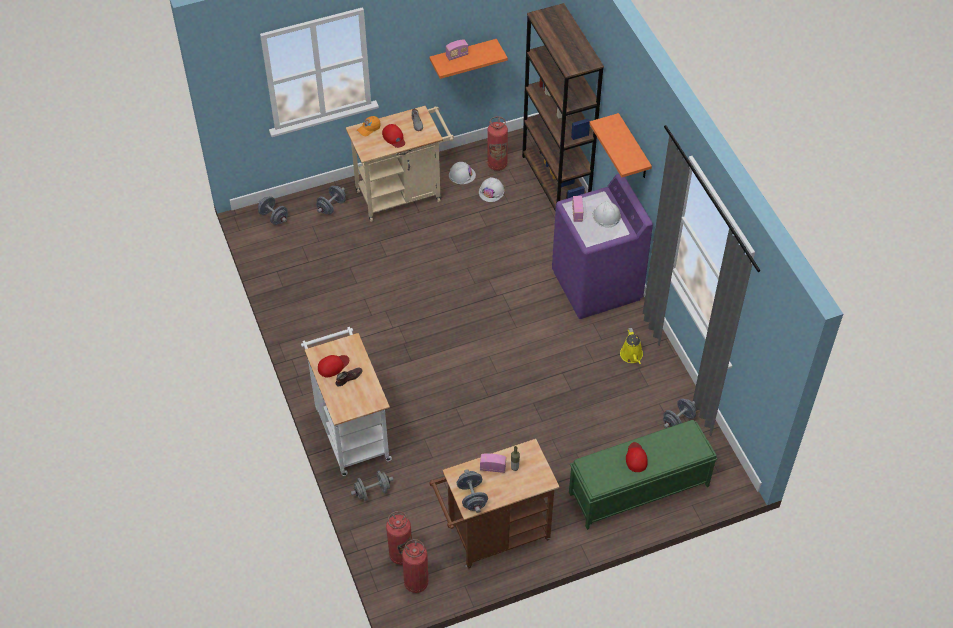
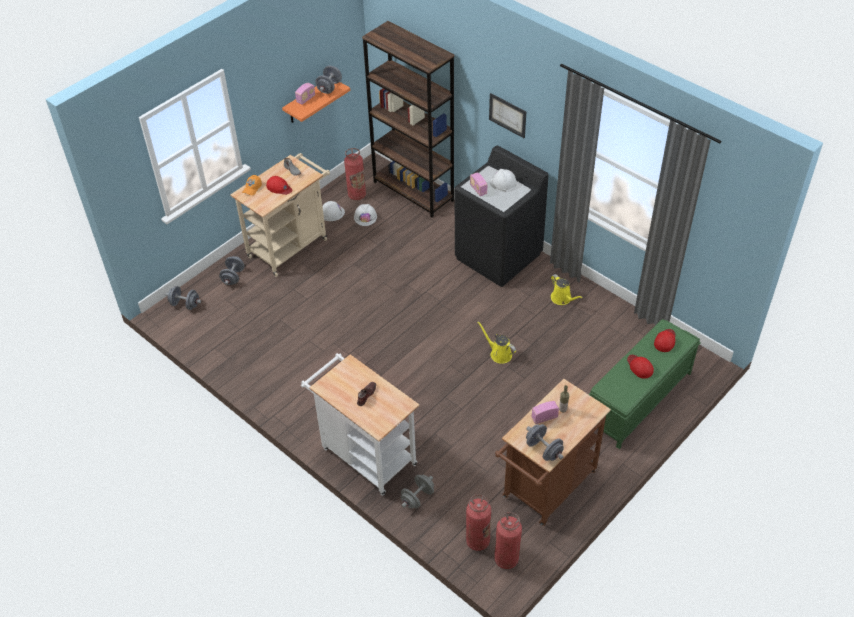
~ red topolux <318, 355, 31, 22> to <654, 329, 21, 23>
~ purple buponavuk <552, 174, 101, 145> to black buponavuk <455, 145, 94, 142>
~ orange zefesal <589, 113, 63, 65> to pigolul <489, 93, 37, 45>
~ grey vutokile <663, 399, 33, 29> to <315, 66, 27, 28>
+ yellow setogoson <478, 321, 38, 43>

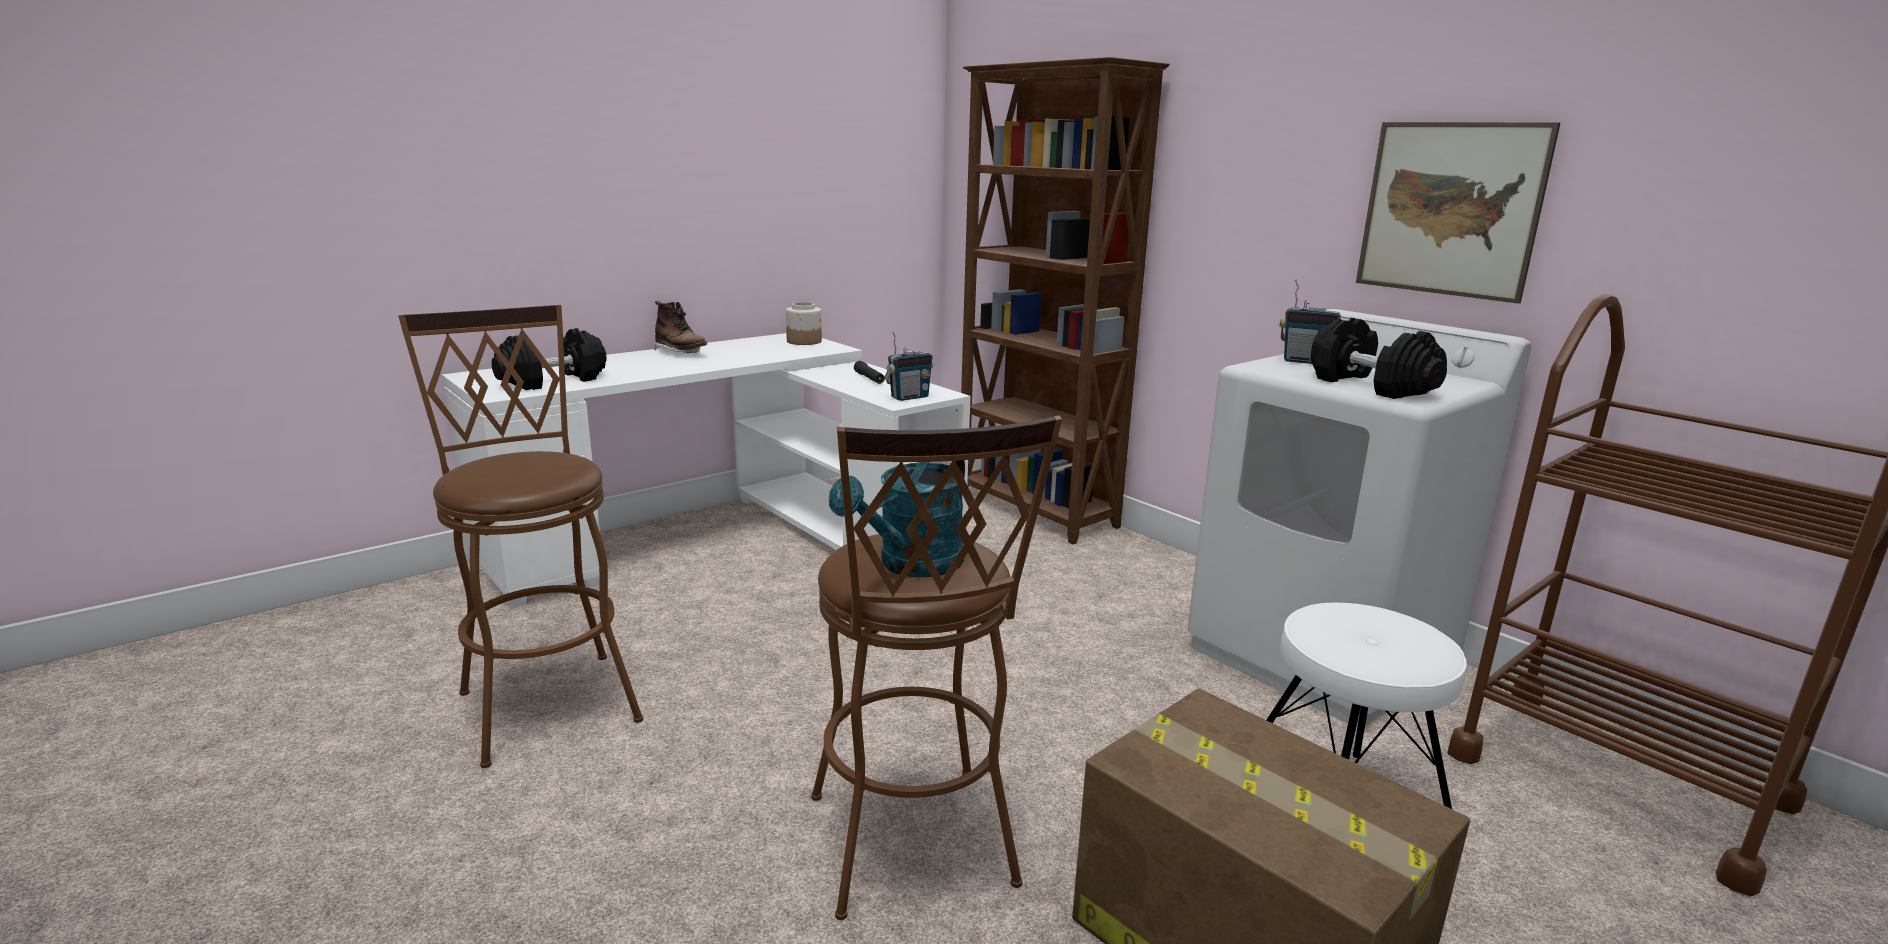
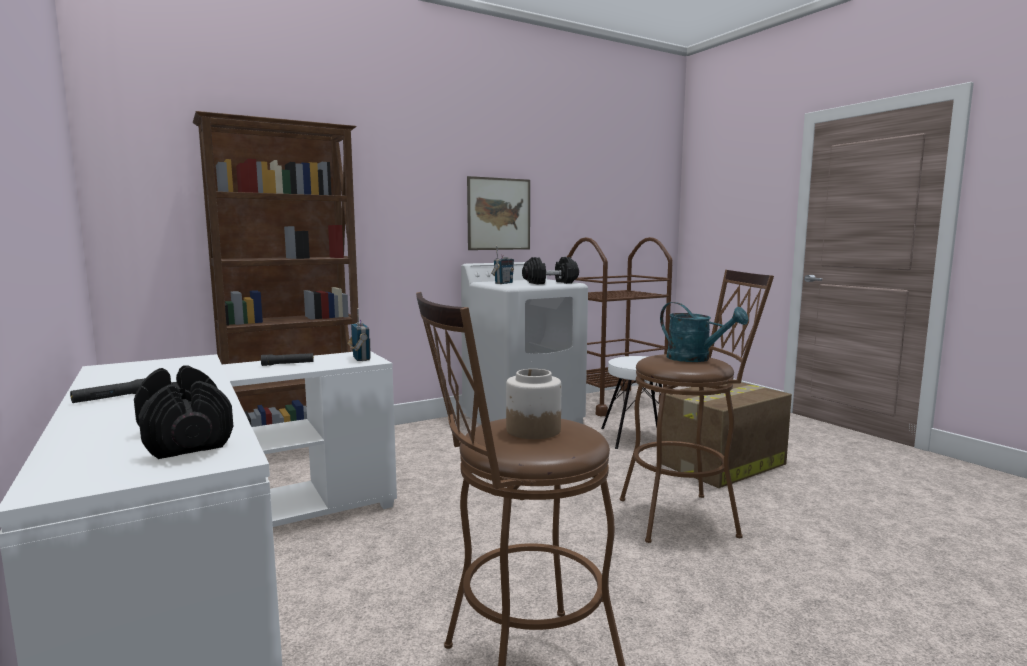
~ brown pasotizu <654, 301, 53, 53> to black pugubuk <70, 378, 76, 25>
~ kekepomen <786, 302, 36, 43> to <506, 369, 55, 70>

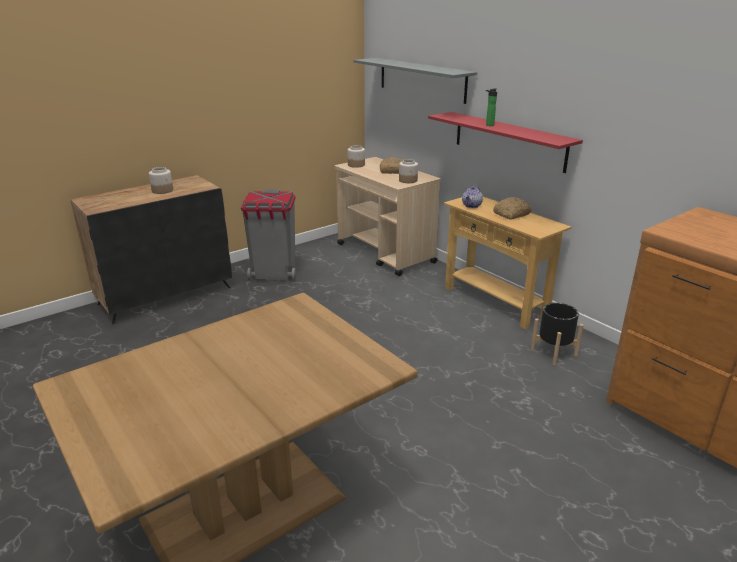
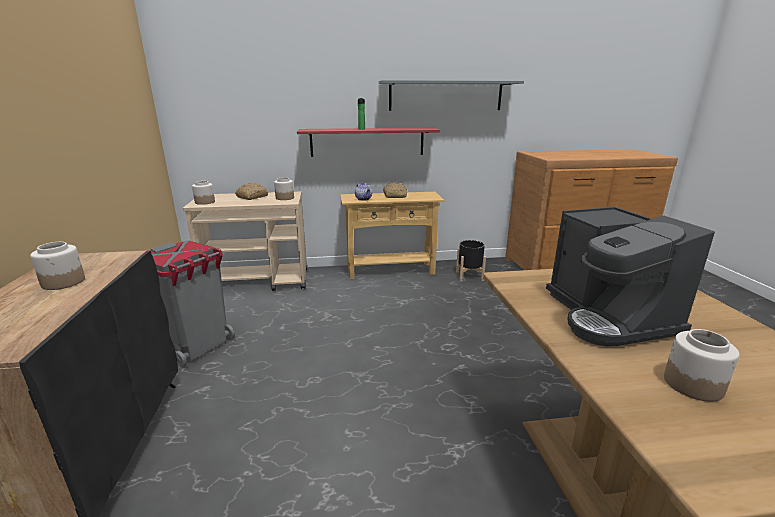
~ grey zefesal <354, 58, 123, 46> to <379, 80, 145, 31>
+ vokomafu <546, 207, 169, 139>
+ kekepomen <664, 329, 75, 73>

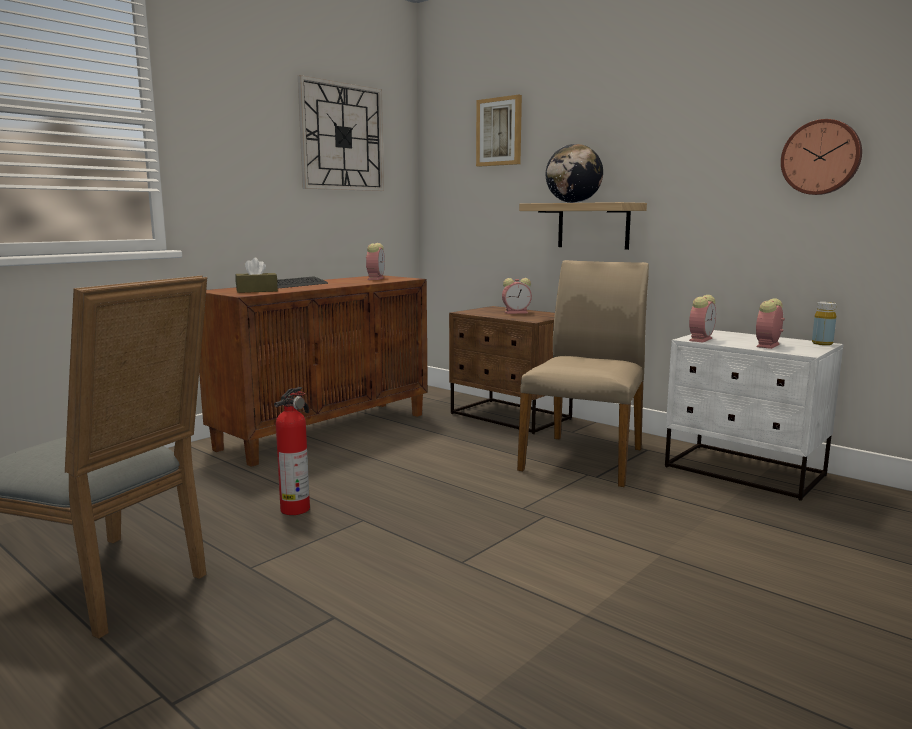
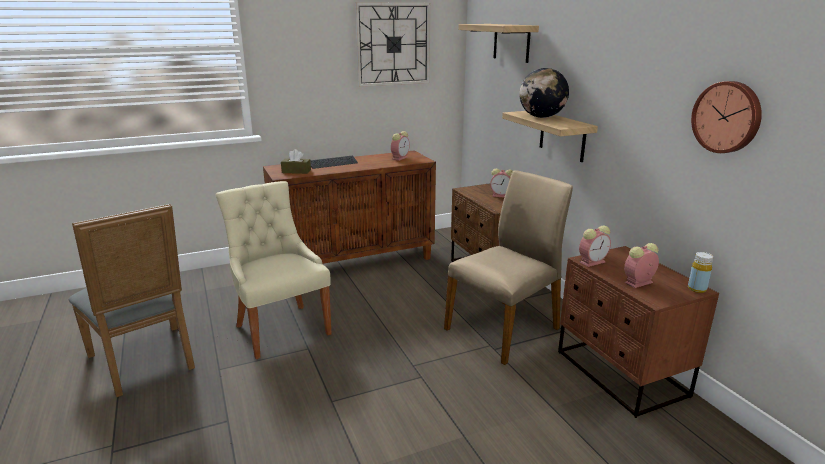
~ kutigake <274, 387, 36, 128> to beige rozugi <215, 181, 117, 178>
~ pigolul <476, 94, 46, 73> to zefesal <458, 24, 81, 39>
~ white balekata <665, 330, 178, 171> to brown balekata <558, 246, 161, 172>

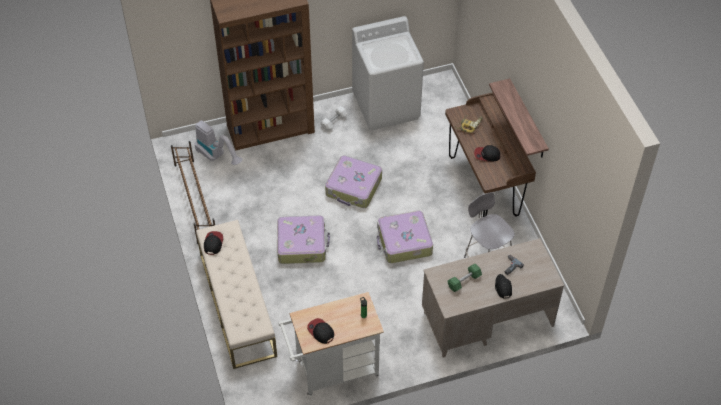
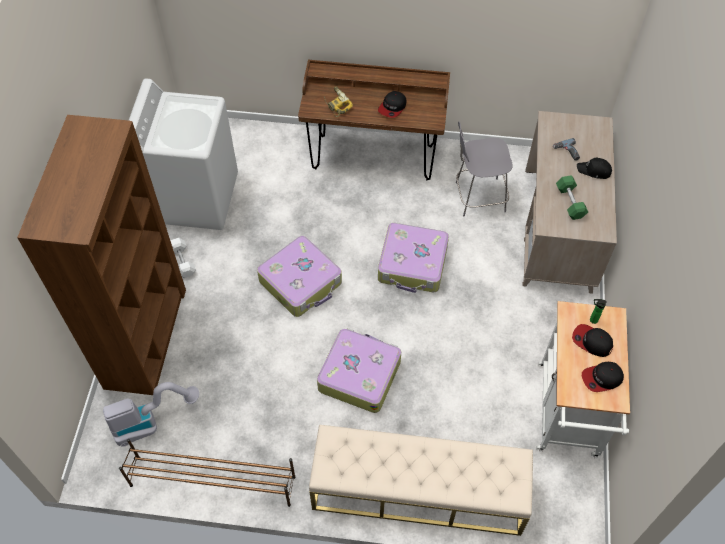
~ topolux <204, 231, 19, 24> to <572, 324, 41, 33>
- zefesal <489, 78, 60, 79>

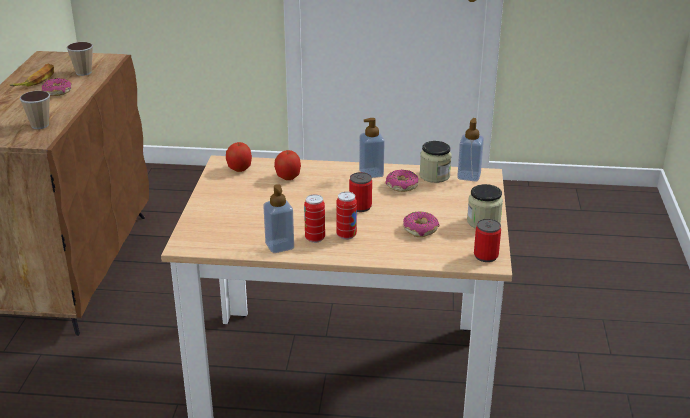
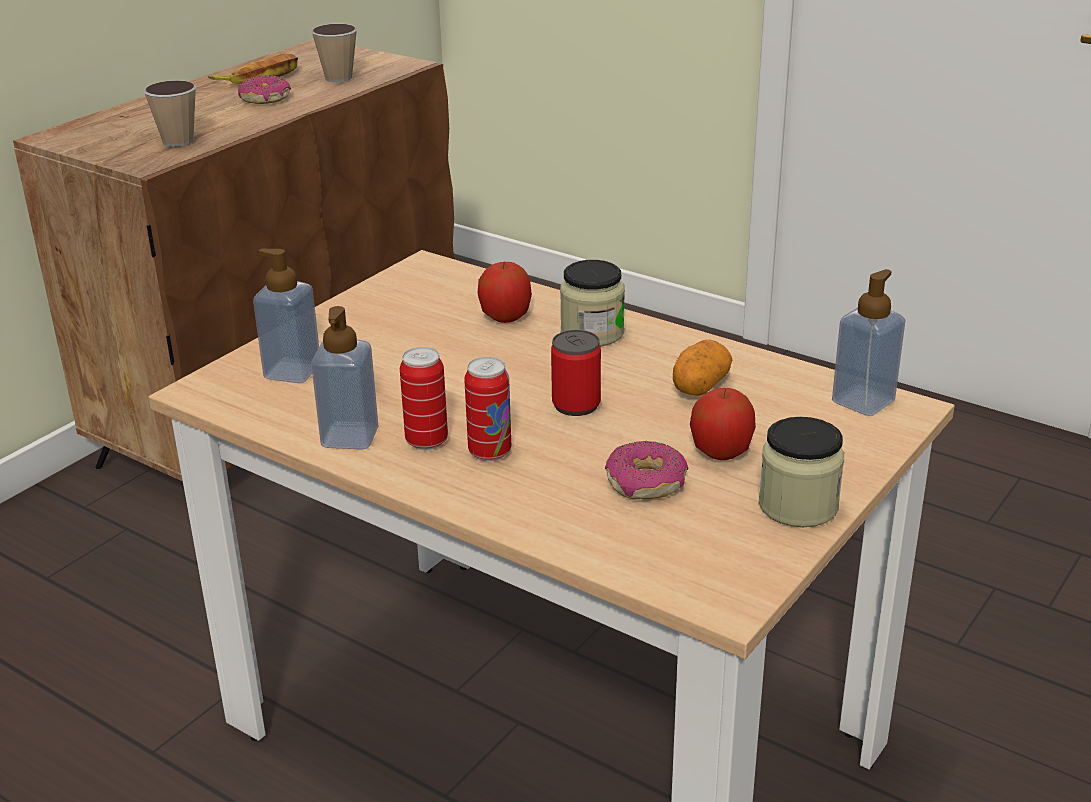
~ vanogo <226, 142, 26, 30> to <690, 388, 66, 72>
~ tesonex <359, 118, 26, 60> to <253, 249, 66, 134>
~ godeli <386, 170, 32, 22> to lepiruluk <673, 339, 59, 57>
~ kekepomen <420, 141, 32, 42> to <560, 260, 65, 86>
- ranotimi <474, 219, 27, 43>

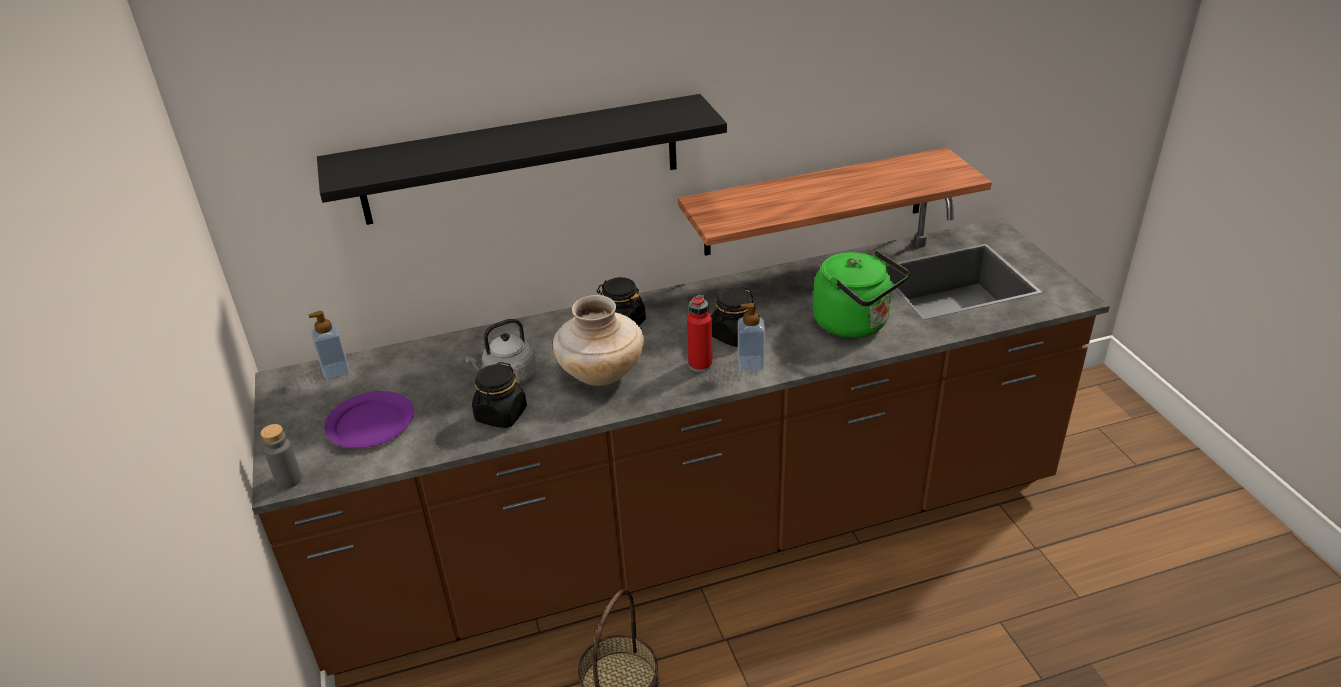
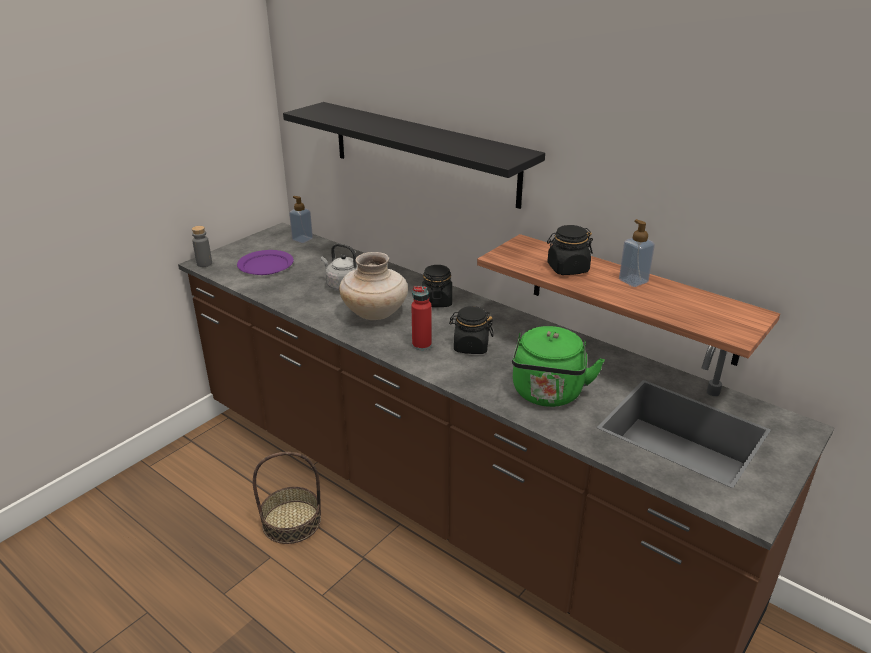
~ black kekepomen <472, 362, 55, 66> to <547, 225, 46, 50>
~ tesonex <738, 303, 27, 68> to <619, 219, 36, 68>

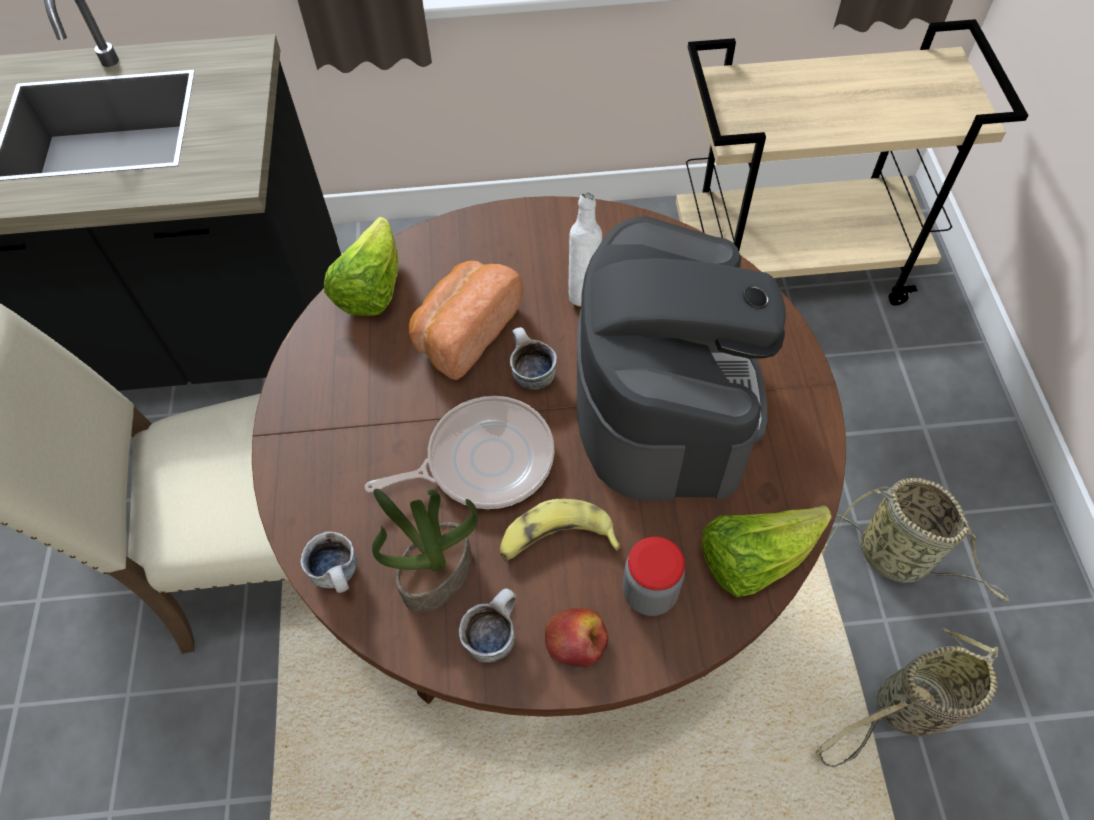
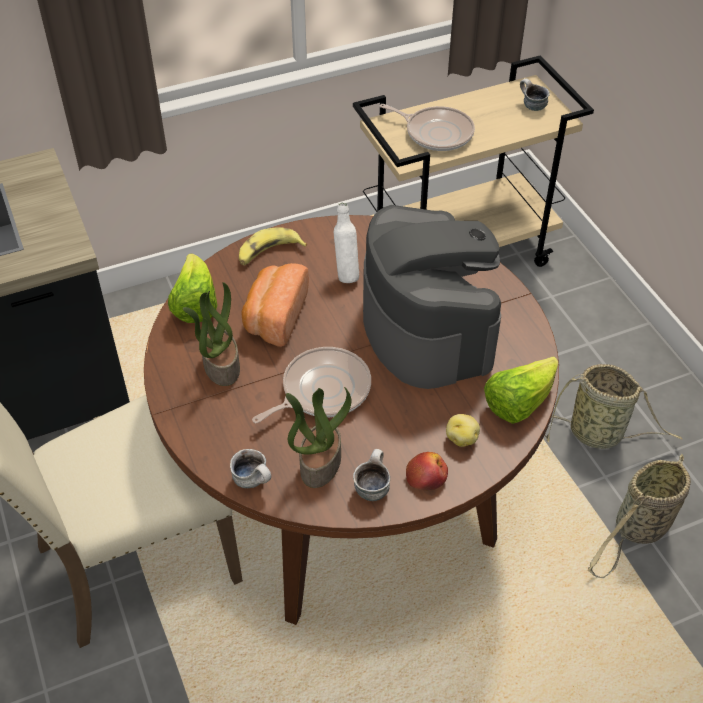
~ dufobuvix <500, 499, 121, 62> to <239, 227, 68, 38>
~ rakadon <510, 327, 47, 63> to <520, 79, 30, 32>
~ kekepomen <623, 537, 62, 79> to lepiruluk <446, 414, 34, 33>
+ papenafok <183, 282, 57, 104>
+ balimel <380, 104, 95, 47>

